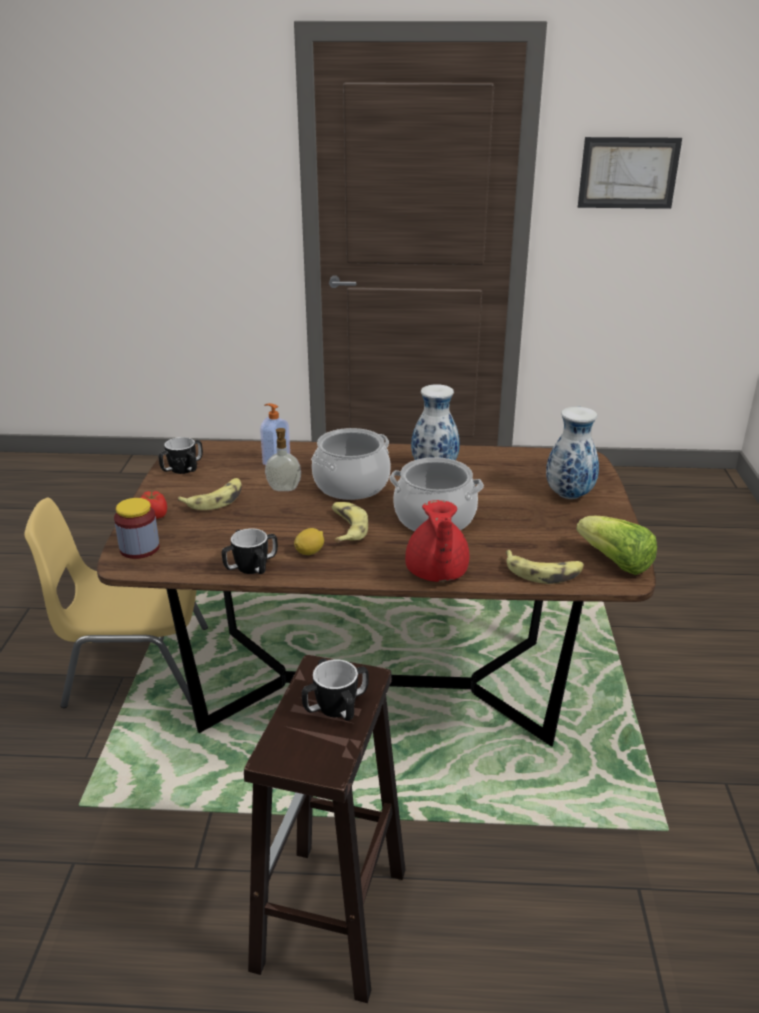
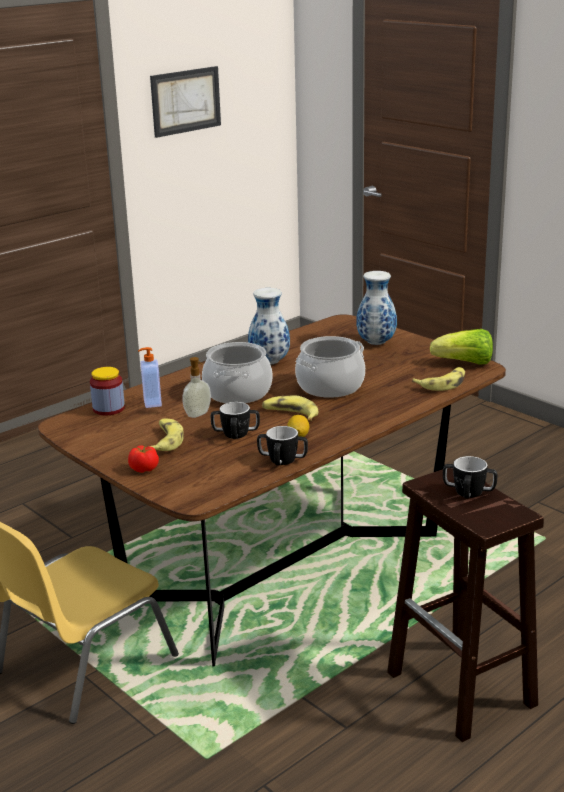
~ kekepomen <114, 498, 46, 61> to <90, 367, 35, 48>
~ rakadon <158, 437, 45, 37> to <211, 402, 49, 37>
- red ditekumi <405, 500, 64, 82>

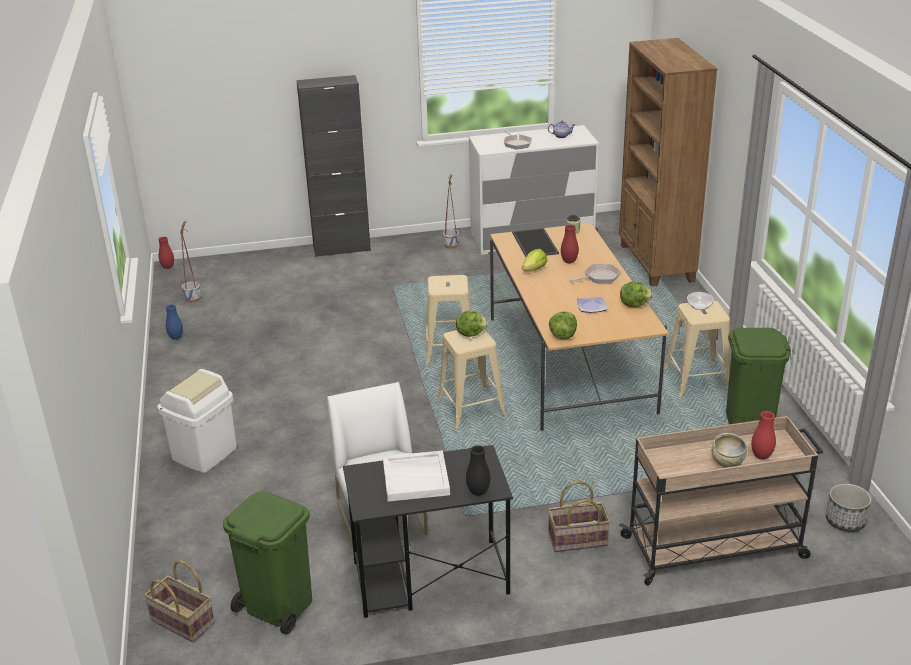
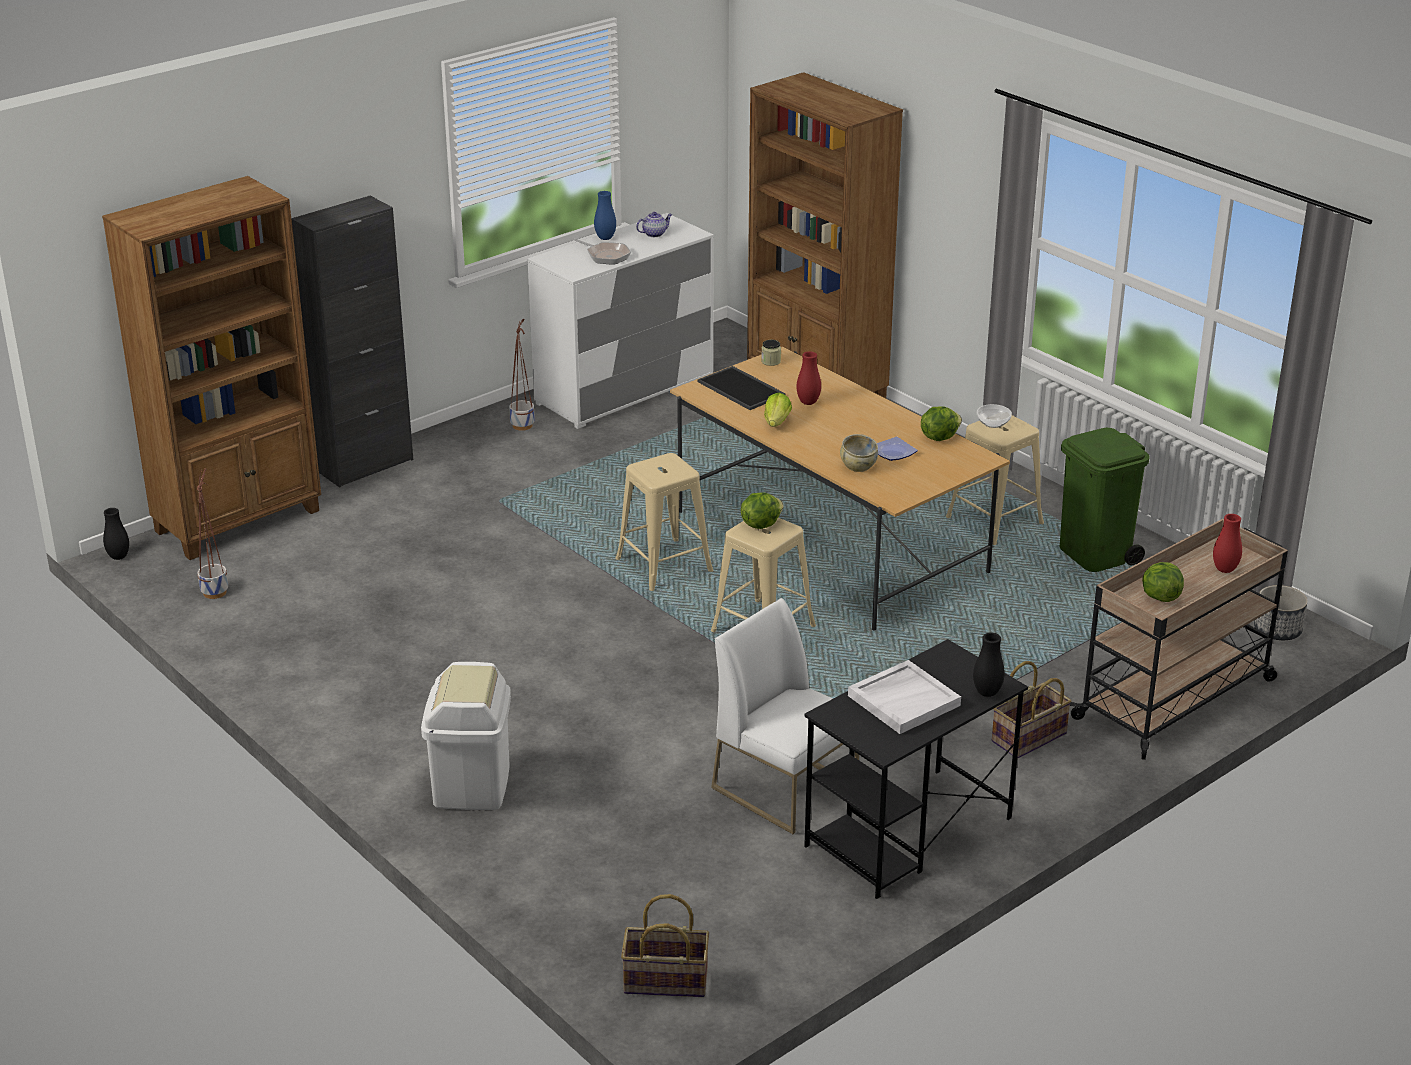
~ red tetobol <158, 237, 16, 32> to black tetobol <103, 508, 26, 52>
~ blue tetobol <166, 304, 17, 36> to <594, 191, 22, 49>
- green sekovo <223, 492, 89, 143>
~ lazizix <549, 312, 28, 27> to <1142, 562, 42, 40>
- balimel <569, 264, 52, 19>
~ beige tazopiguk <711, 433, 36, 35> to <840, 434, 38, 38>
+ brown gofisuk <102, 176, 219, 384>

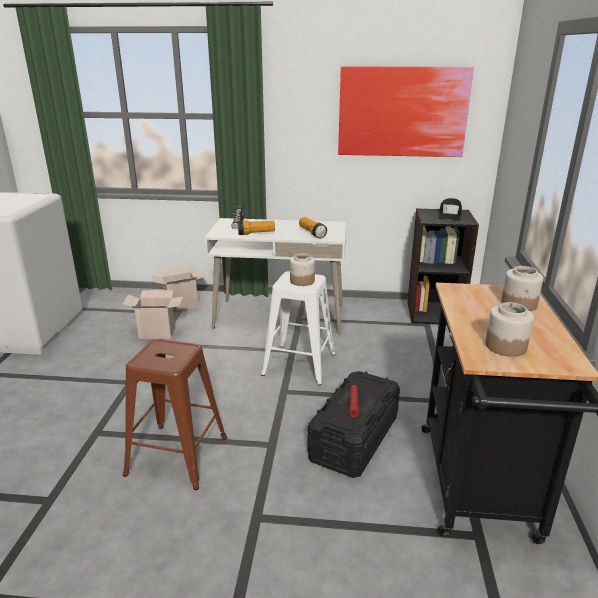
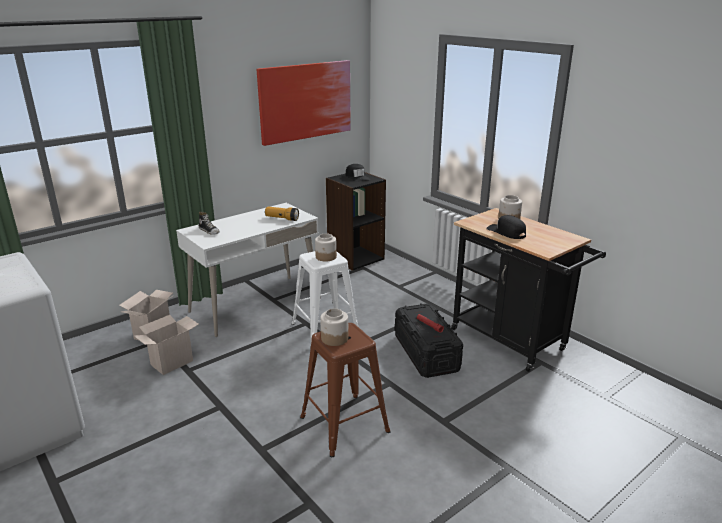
- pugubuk <238, 220, 37, 15>
~ kekepomen <485, 302, 49, 55> to <320, 308, 28, 38>
+ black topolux <486, 215, 40, 24>

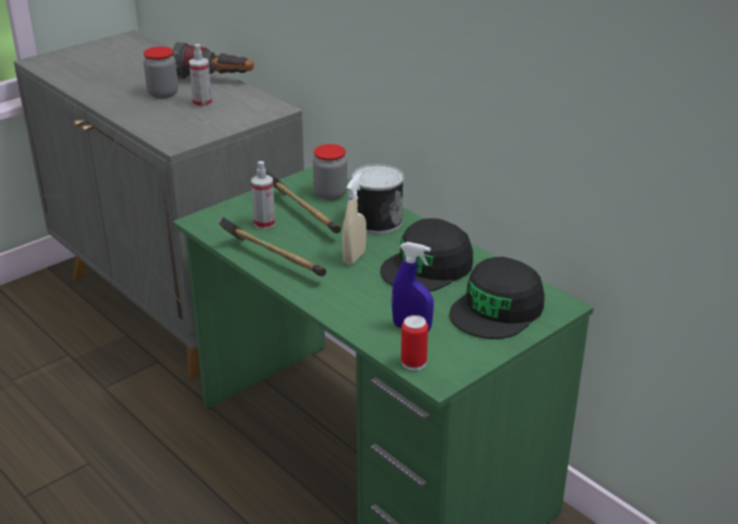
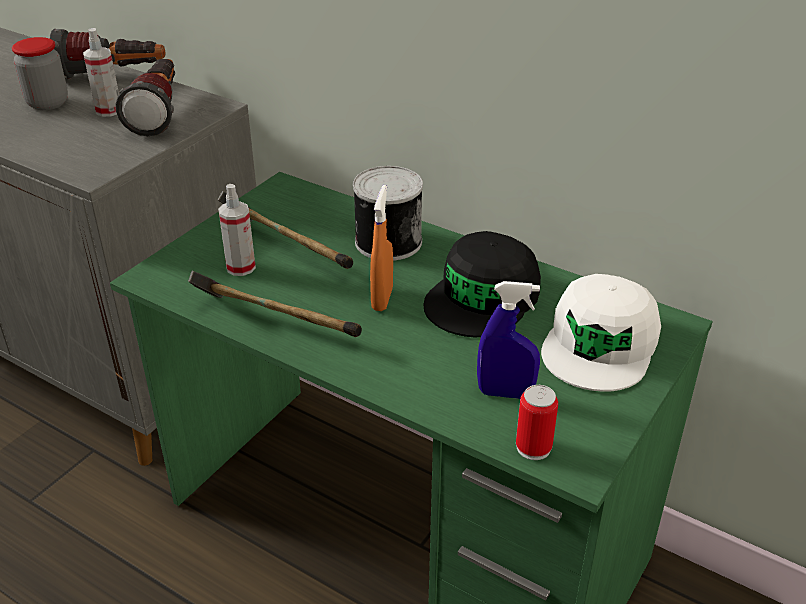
- kekepomen <313, 144, 34, 56>
~ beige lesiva <342, 173, 24, 92> to orange lesiva <370, 185, 23, 126>
~ black topolux <450, 257, 95, 82> to white topolux <541, 274, 120, 118>
+ pugubuk <116, 59, 59, 77>

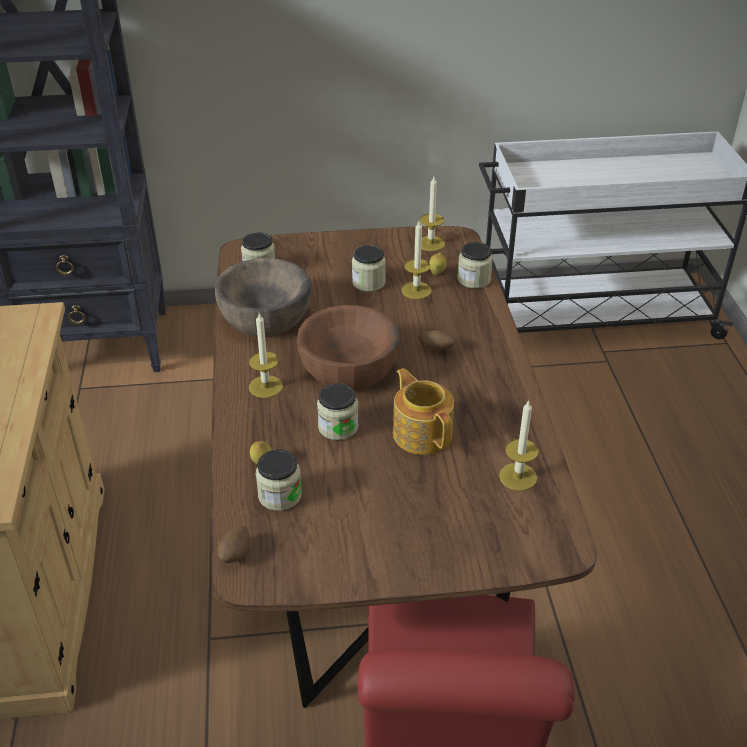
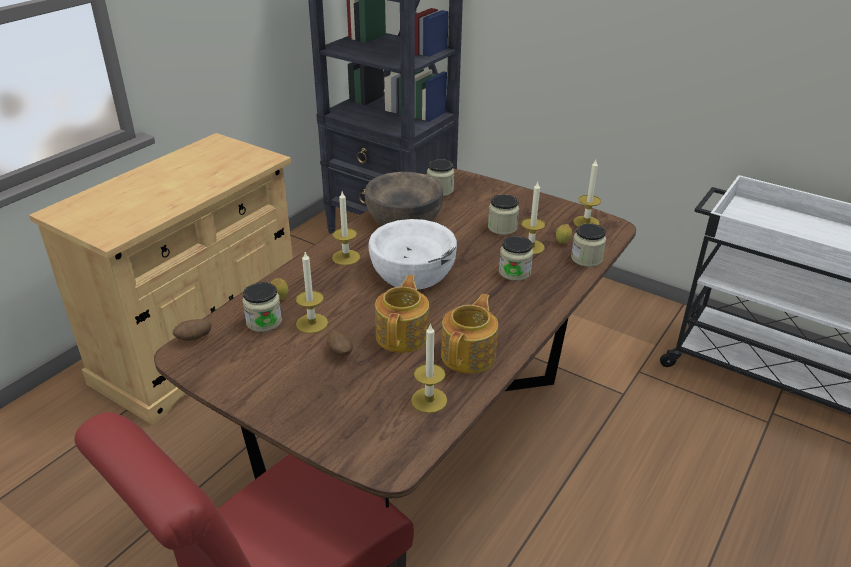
~ brown tazopiguk <297, 305, 102, 86> to white tazopiguk <368, 219, 89, 71>
~ kekepomen <317, 384, 41, 56> to <499, 236, 34, 45>
~ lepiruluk <418, 330, 37, 21> to <327, 330, 26, 26>
+ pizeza <296, 252, 32, 82>
+ ditekumi <441, 294, 57, 80>

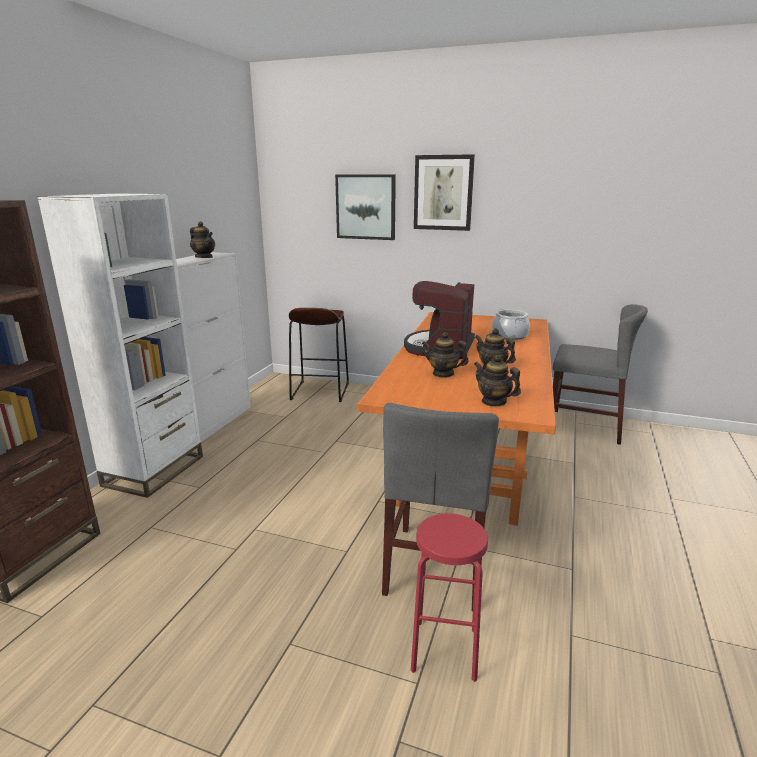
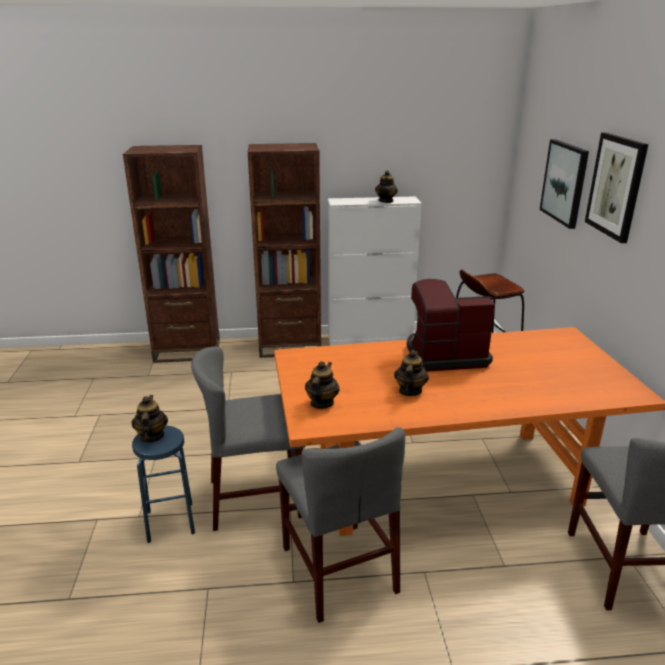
~ white gofisuk <37, 193, 166, 305> to brown gofisuk <248, 143, 73, 215>
~ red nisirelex <411, 513, 77, 169> to blue nisirelex <132, 426, 63, 117>
~ ditekumi <422, 332, 47, 46> to <131, 395, 37, 48>
- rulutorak <492, 308, 38, 32>
+ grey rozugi <276, 427, 129, 196>

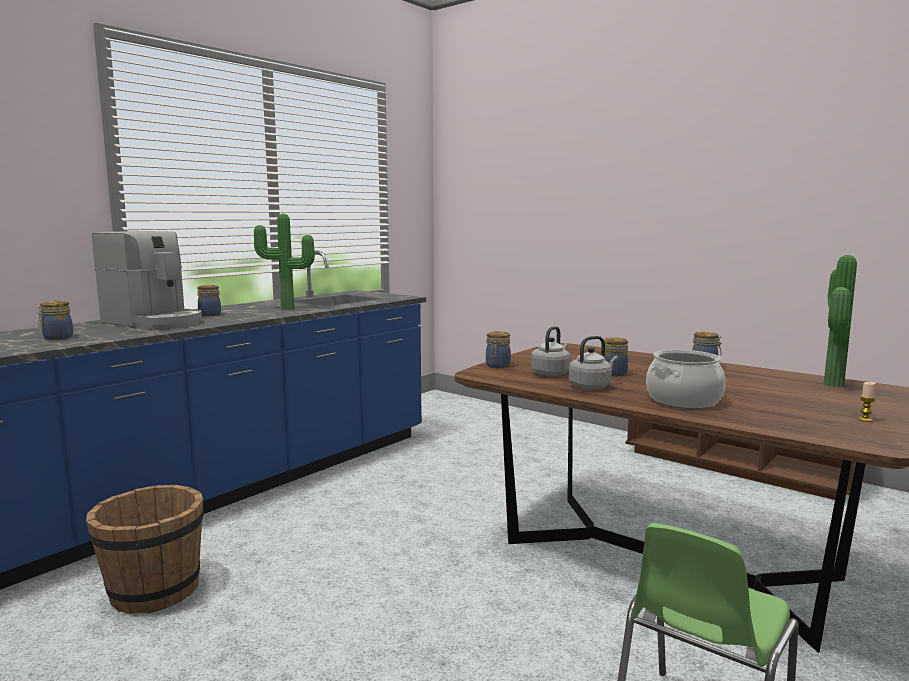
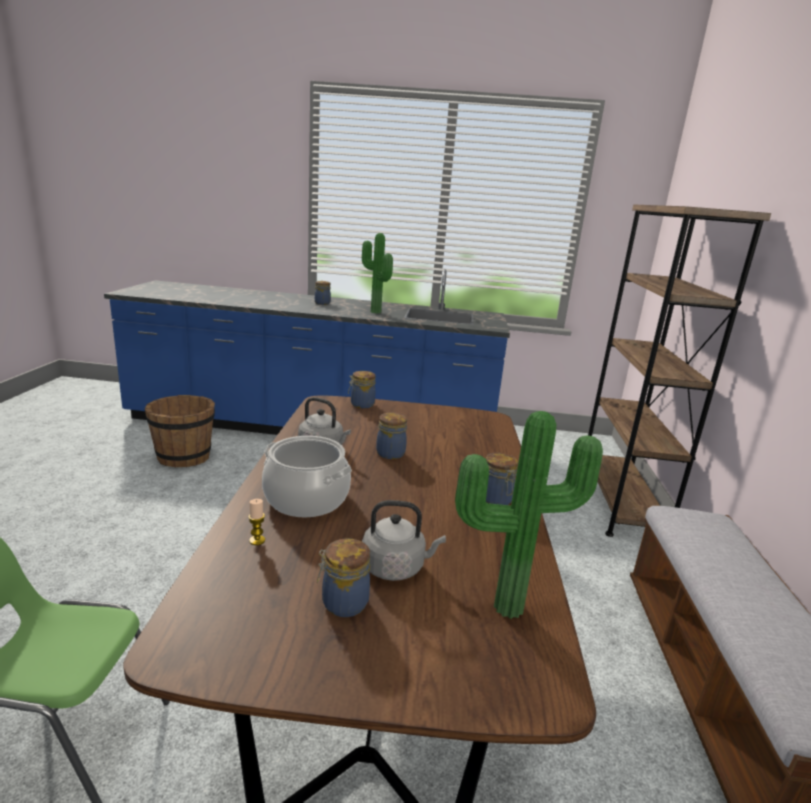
~ kekepomen <37, 301, 36, 39> to <317, 539, 53, 78>
- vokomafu <92, 231, 110, 99>
~ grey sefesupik <531, 326, 39, 50> to <362, 500, 84, 81>
~ pizeza <858, 382, 18, 40> to <248, 499, 17, 46>
+ brown gofisuk <588, 205, 183, 332>

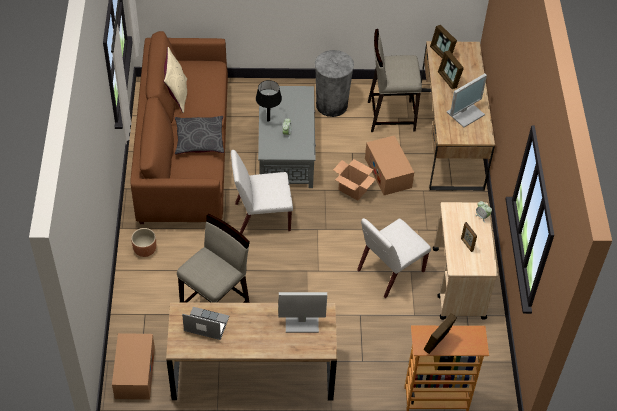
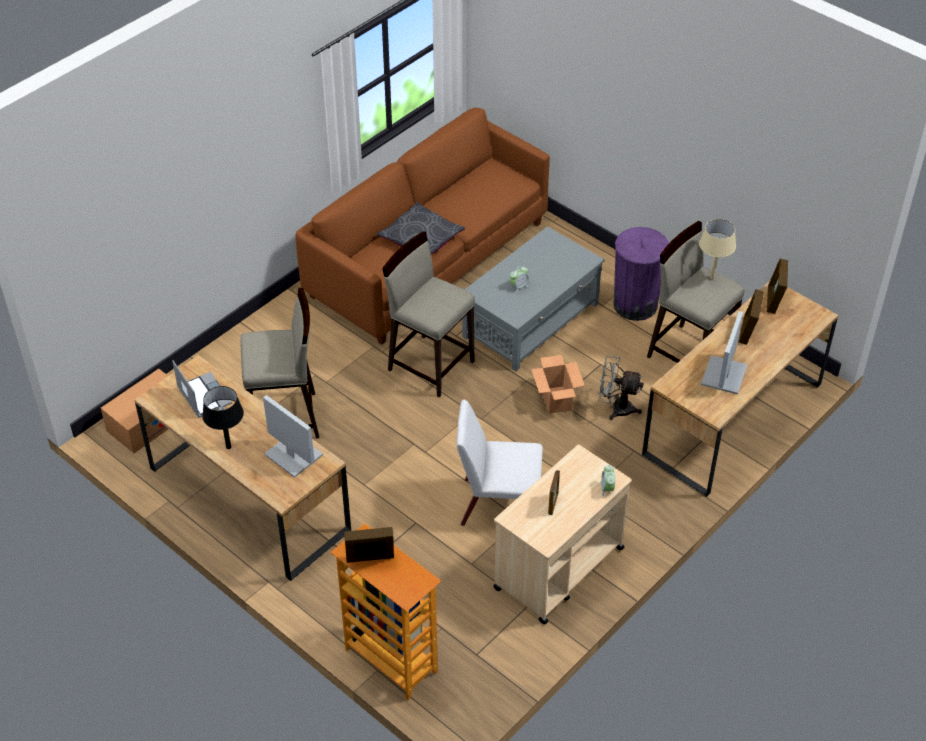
- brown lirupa <131, 228, 25, 29>
- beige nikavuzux <164, 47, 23, 66>
~ white rozugi <231, 150, 62, 84> to beige nisirelex <382, 231, 93, 167>
~ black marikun <256, 80, 26, 42> to <202, 386, 42, 63>
~ grey sekovo <315, 50, 39, 67> to purple sekovo <613, 227, 56, 94>
~ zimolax <365, 135, 49, 60> to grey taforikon <599, 355, 45, 65>
~ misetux <447, 74, 40, 54> = <701, 311, 47, 83> 105 degrees clockwise
+ beige marikun <699, 219, 37, 61>

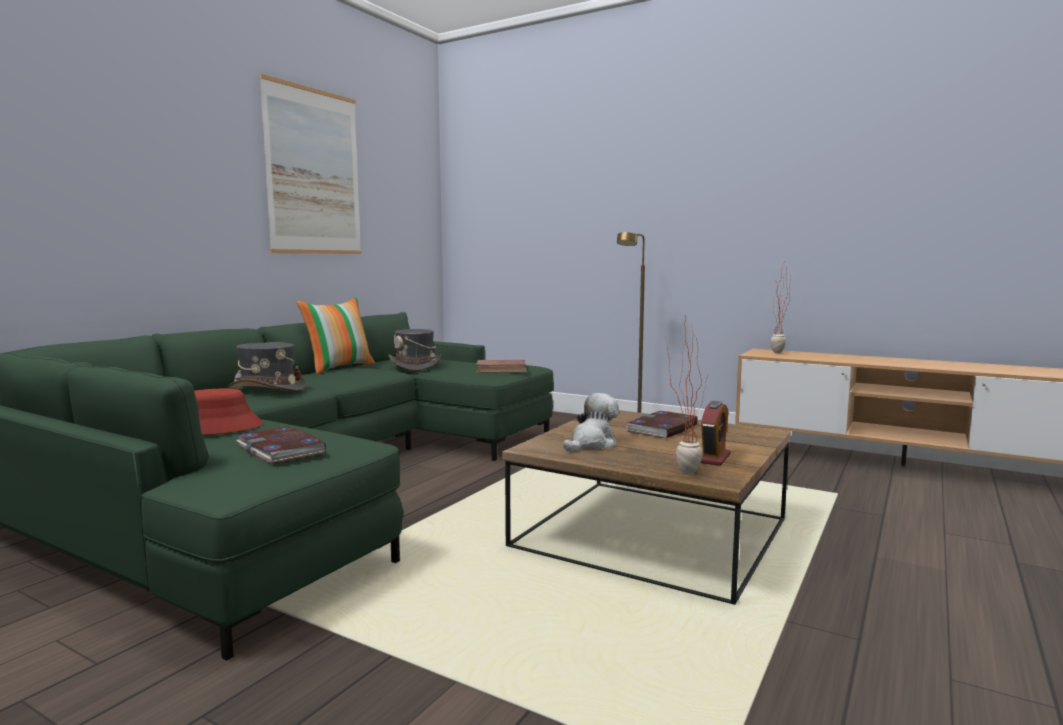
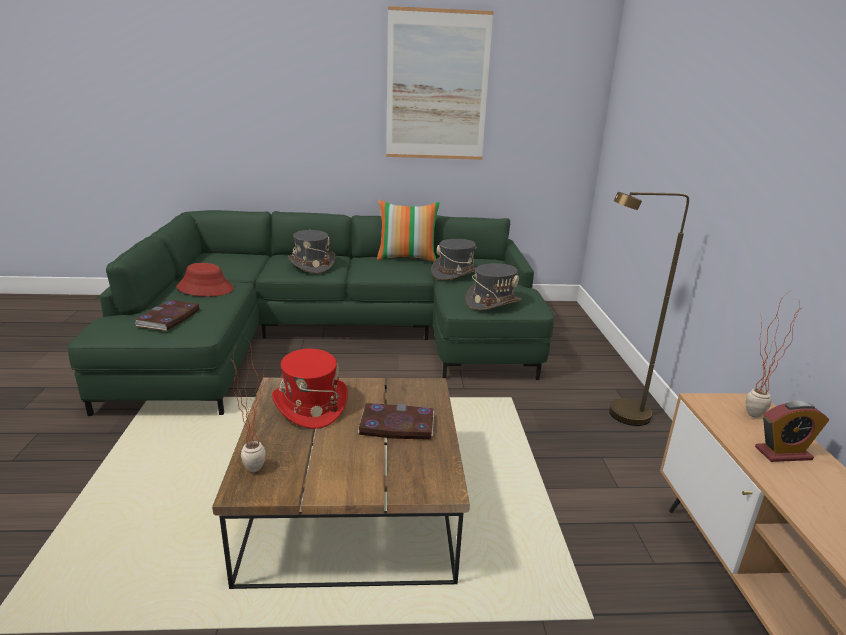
~ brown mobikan <476, 360, 51, 13> to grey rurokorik <465, 263, 57, 47>
~ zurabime <563, 393, 56, 58> to red rurokorik <272, 349, 76, 80>
~ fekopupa <701, 401, 30, 65> to <755, 401, 74, 61>

